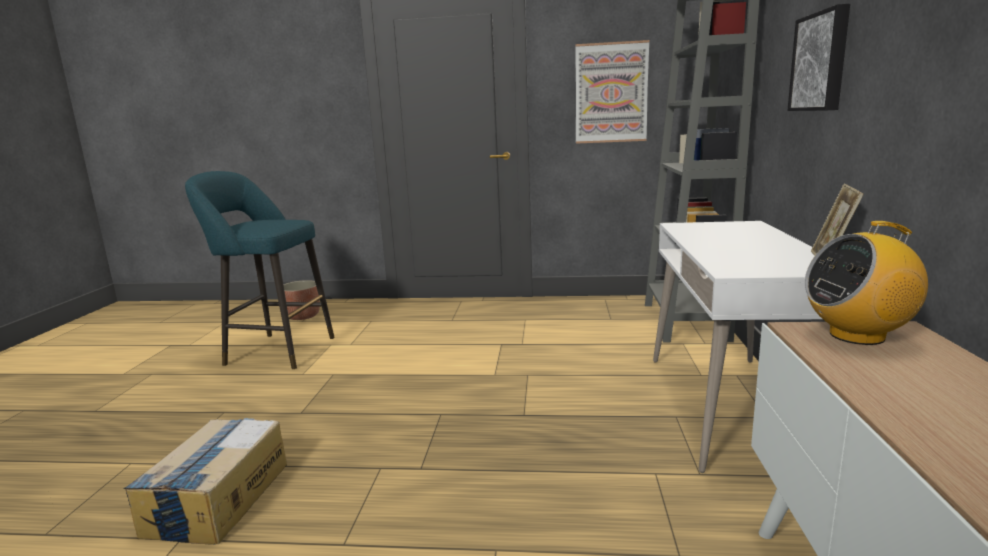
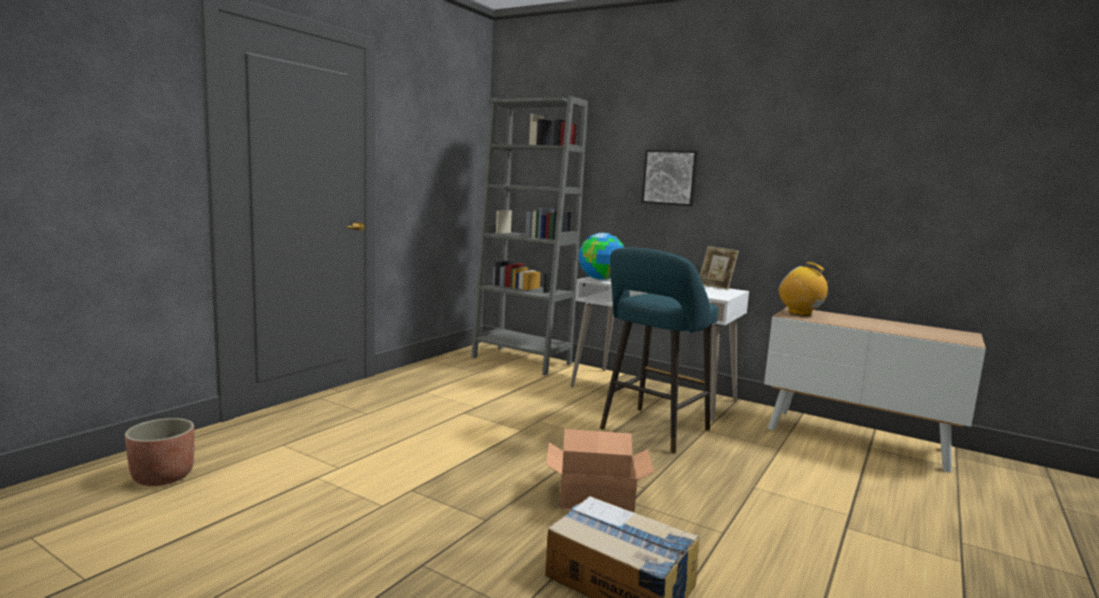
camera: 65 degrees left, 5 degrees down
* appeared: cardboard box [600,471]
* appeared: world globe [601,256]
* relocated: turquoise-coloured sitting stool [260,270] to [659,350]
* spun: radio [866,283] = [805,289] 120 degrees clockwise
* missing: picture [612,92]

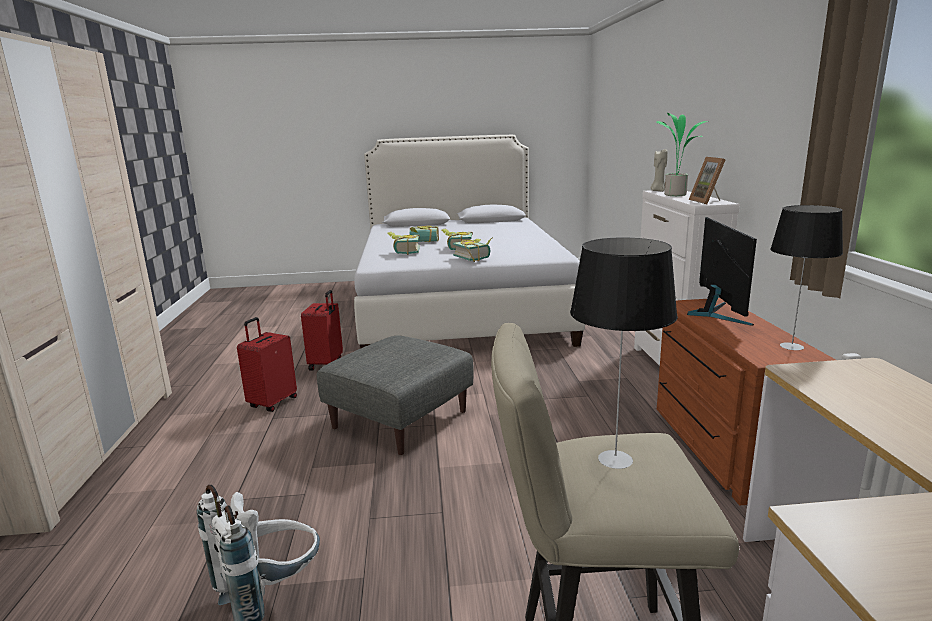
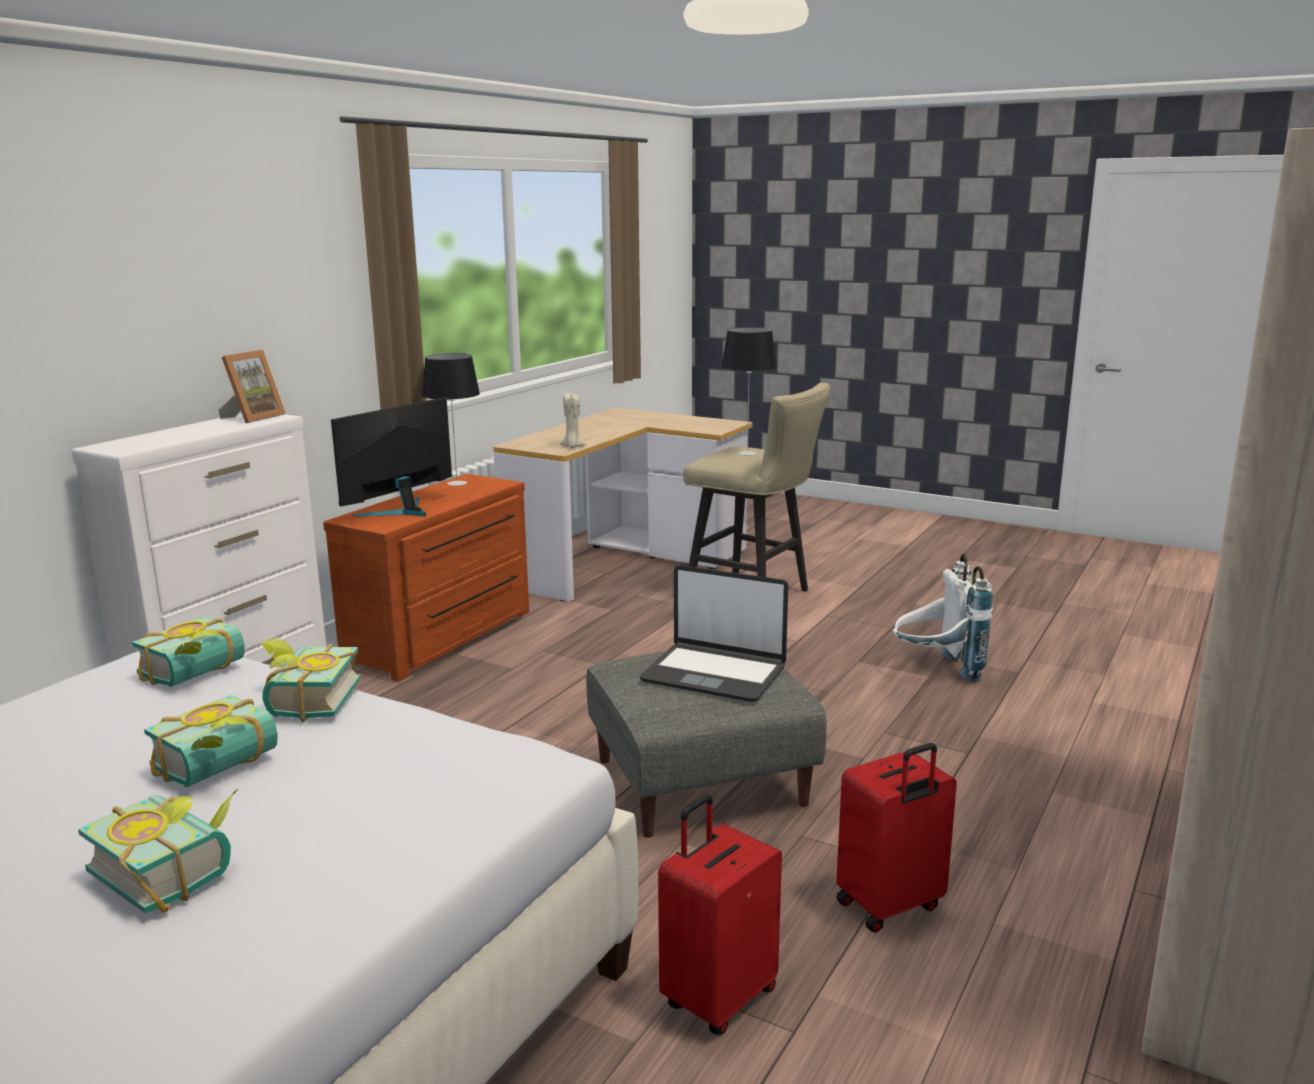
camera: 145 degrees left, 0 degrees up
* relocated: volume [403,243] to [188,652]
* relocated: sand-coloured candle [659,170] to [573,420]
* appeared: notebook computer [714,633]
* missing: houseplant [682,154]

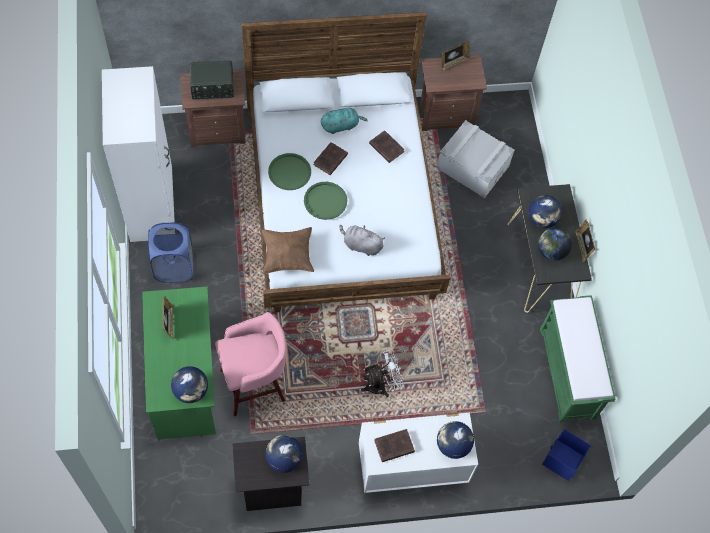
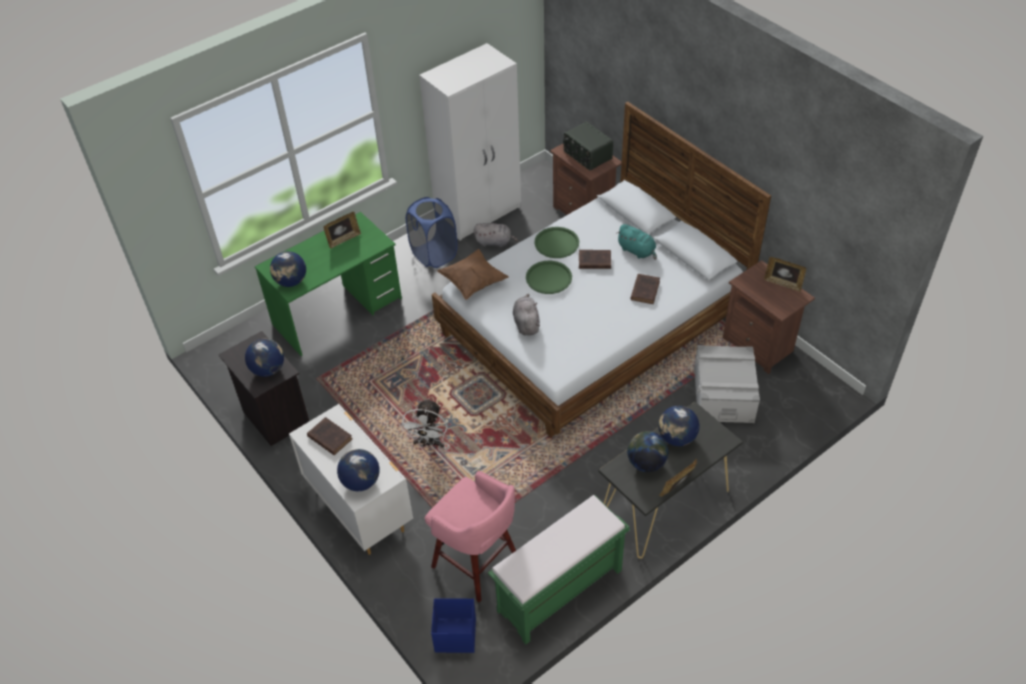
camera: 65 degrees right, 15 degrees down
* spun: whitish electric fan [382,373] = [424,422] 60 degrees clockwise
* relocated: pink sitting stool [250,364] to [470,536]
* appeared: grey plush toy [496,235]

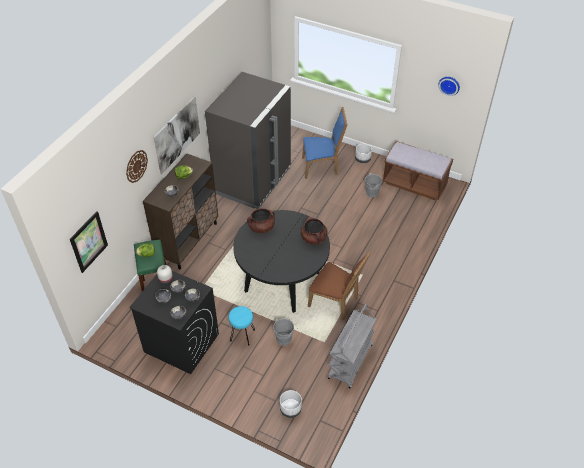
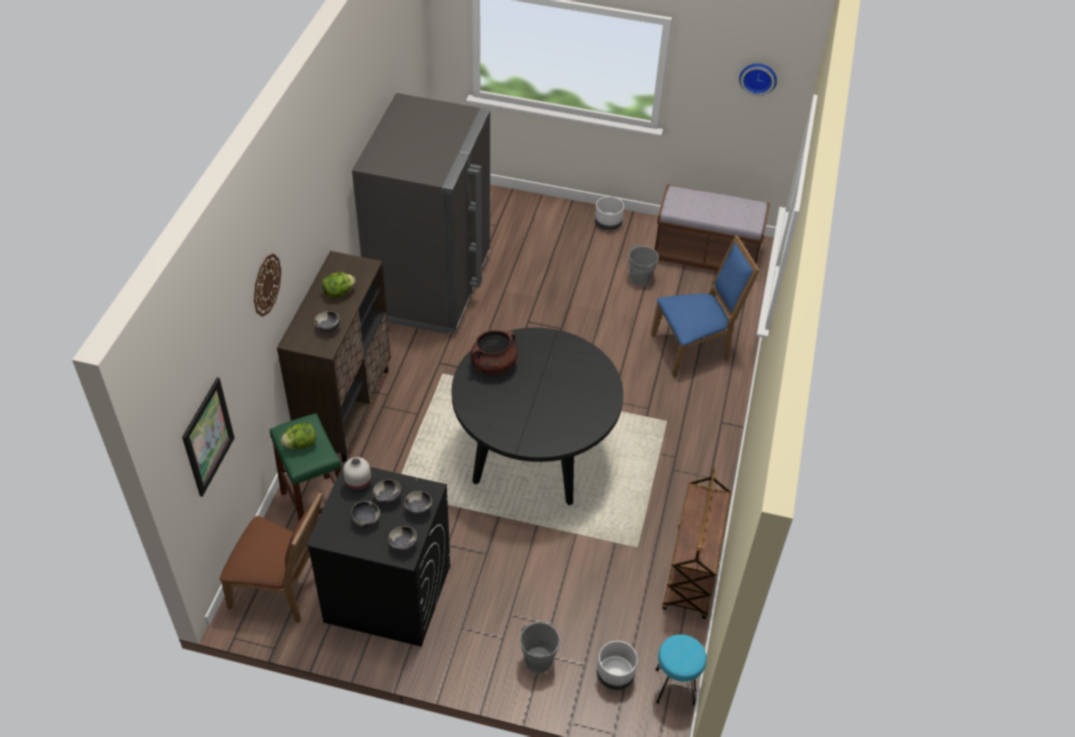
camera: 15 degrees left, 0 degrees up
* relocated: brown-coloured chair [339,286] to [271,557]
* relocated: grey water bucket [285,332] to [542,647]
* relocated: bluish chair [324,143] to [705,306]
* relocated: turquoise-coloured sitting stool [241,326] to [681,670]
* colour: grey wheeled cart [351,346] to brown-coloured wheeled cart [696,543]
* missing: picture [176,135]
* missing: brown-coloured cooking pot [314,231]

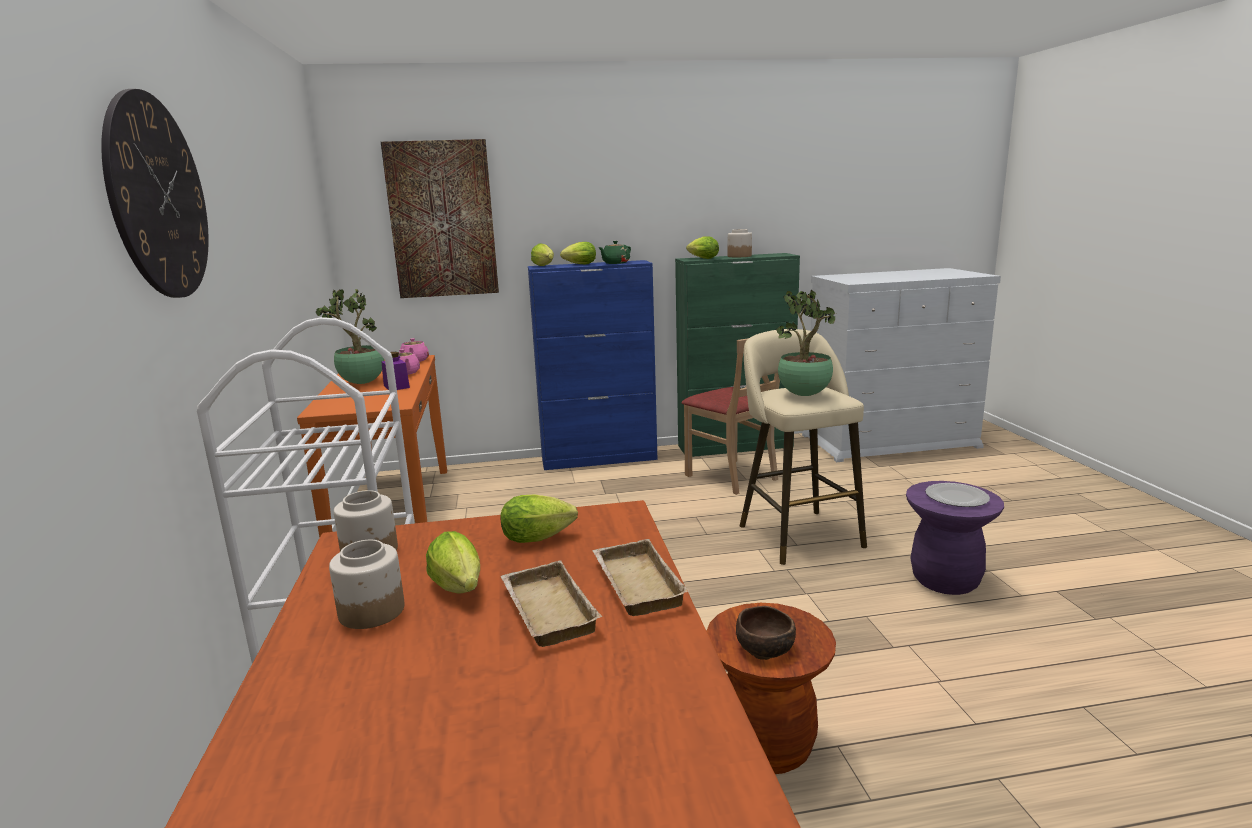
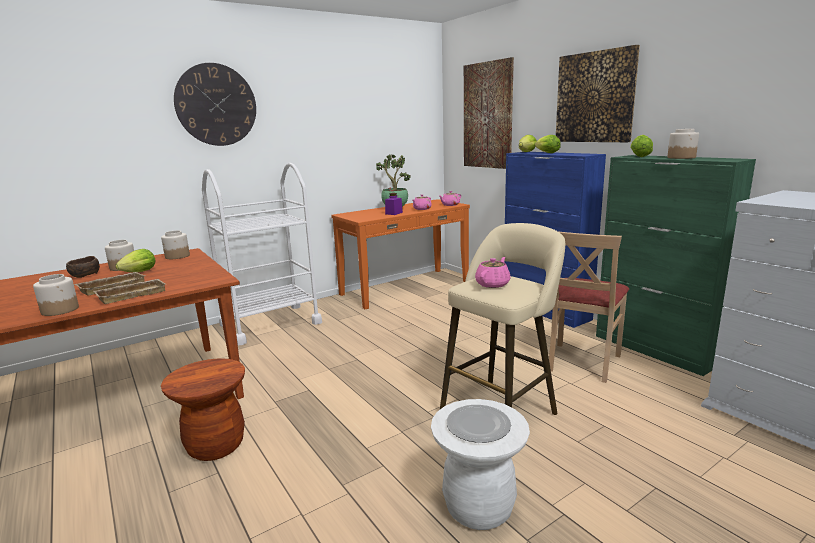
camera: 65 degrees right, 0 degrees up
* appeared: storage jar [56,295]
* relocated: brown-coloured deep dish [766,633] to [83,267]
* colour: purplish sitting stool [955,538] to whitish sitting stool [480,464]
* exchanged: houseplant [805,343] to pink tea pot [493,272]
* appeared: picture [598,93]
* missing: lettuce [539,518]
* missing: green-coloured tea pot [614,252]

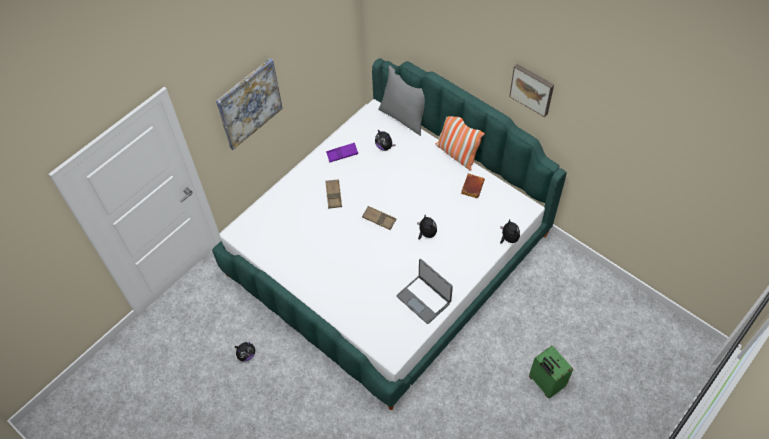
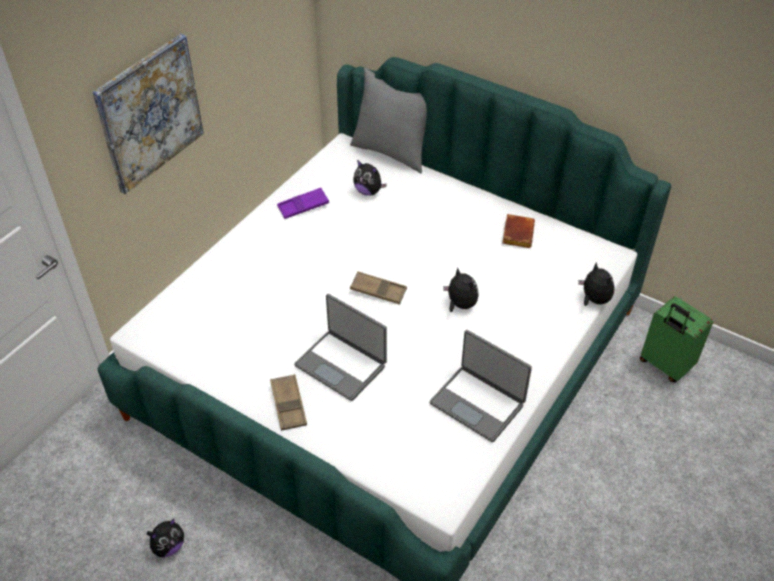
camera: 10 degrees left, 10 degrees down
* relocated: brown-coloured carrying tray [333,194] to [288,402]
* appeared: notebook computer [340,347]
* relocated: green-coloured piece of luggage [551,372] to [676,339]
* missing: throw pillow [460,143]
* missing: picture [531,90]

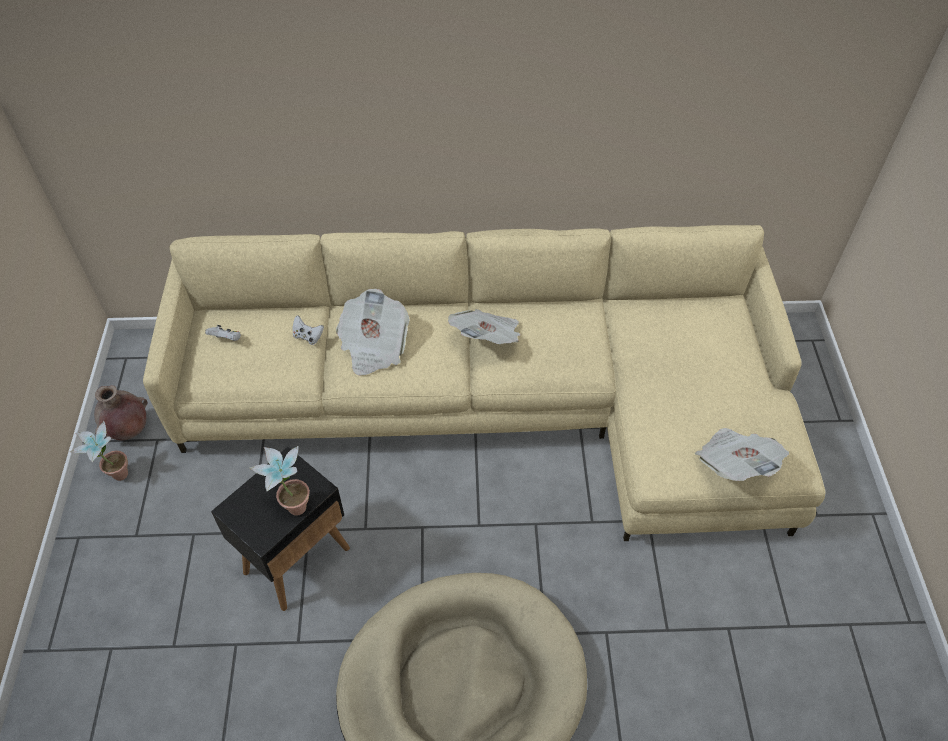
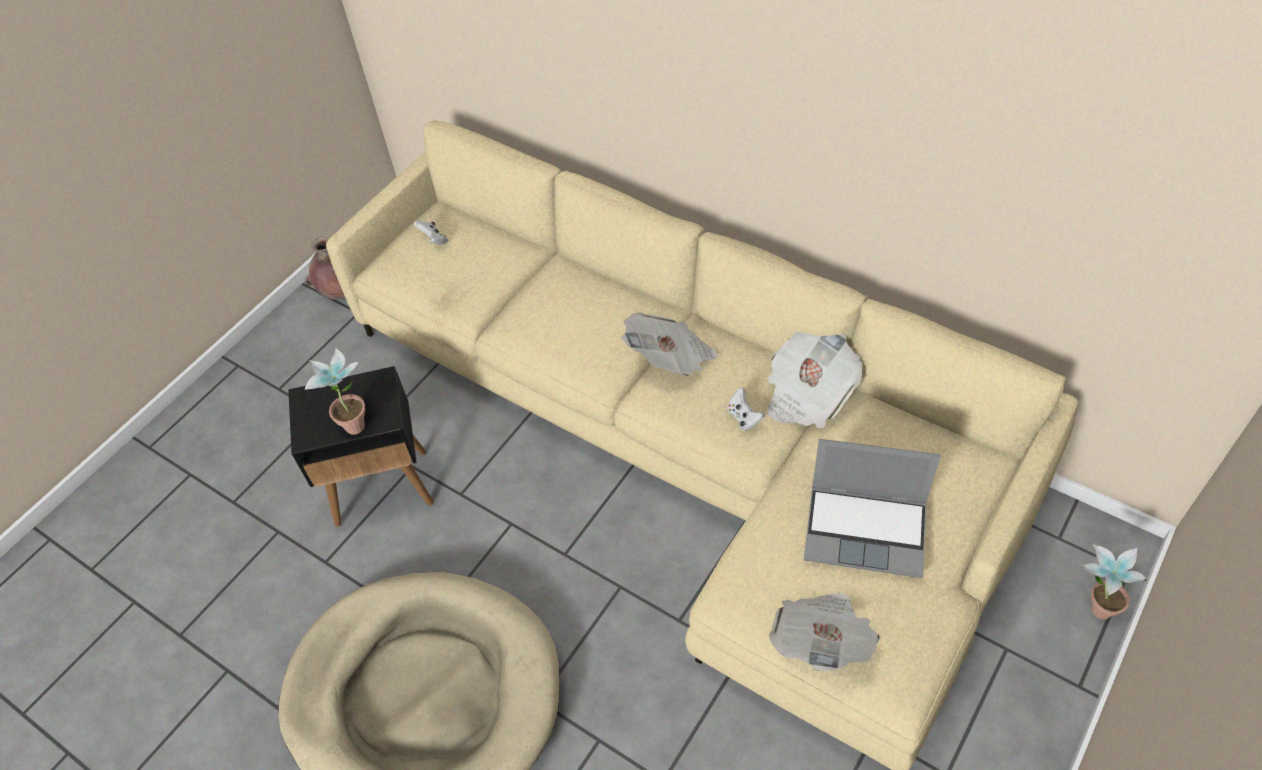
camera: 40 degrees right, 0 degrees up
* relocated: whitish joypad [308,330] to [746,409]
* relocated: printed paper [373,332] to [814,380]
* appeared: notebook computer [872,508]
* relocated: houseplant [99,451] to [1114,582]

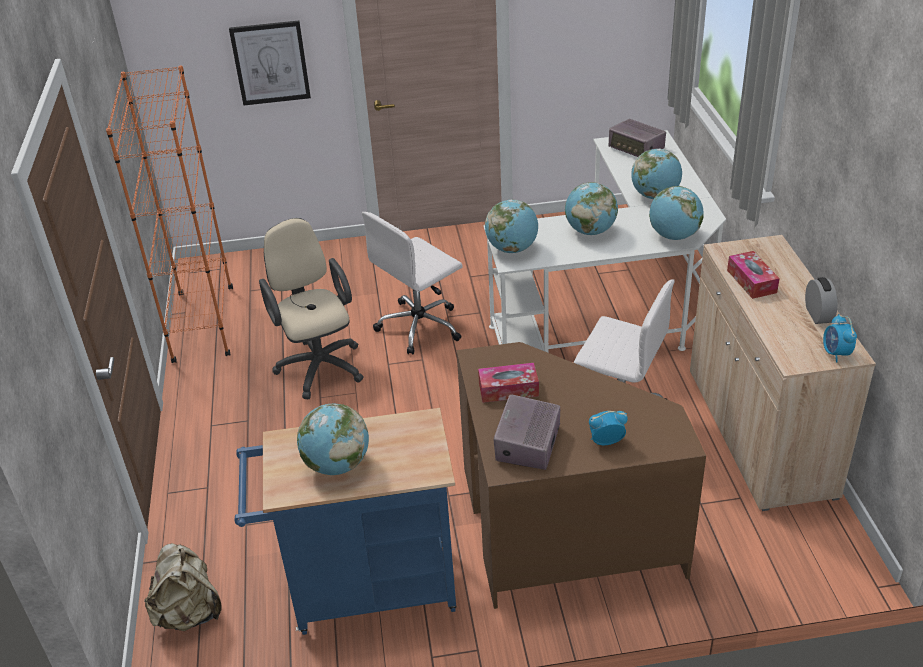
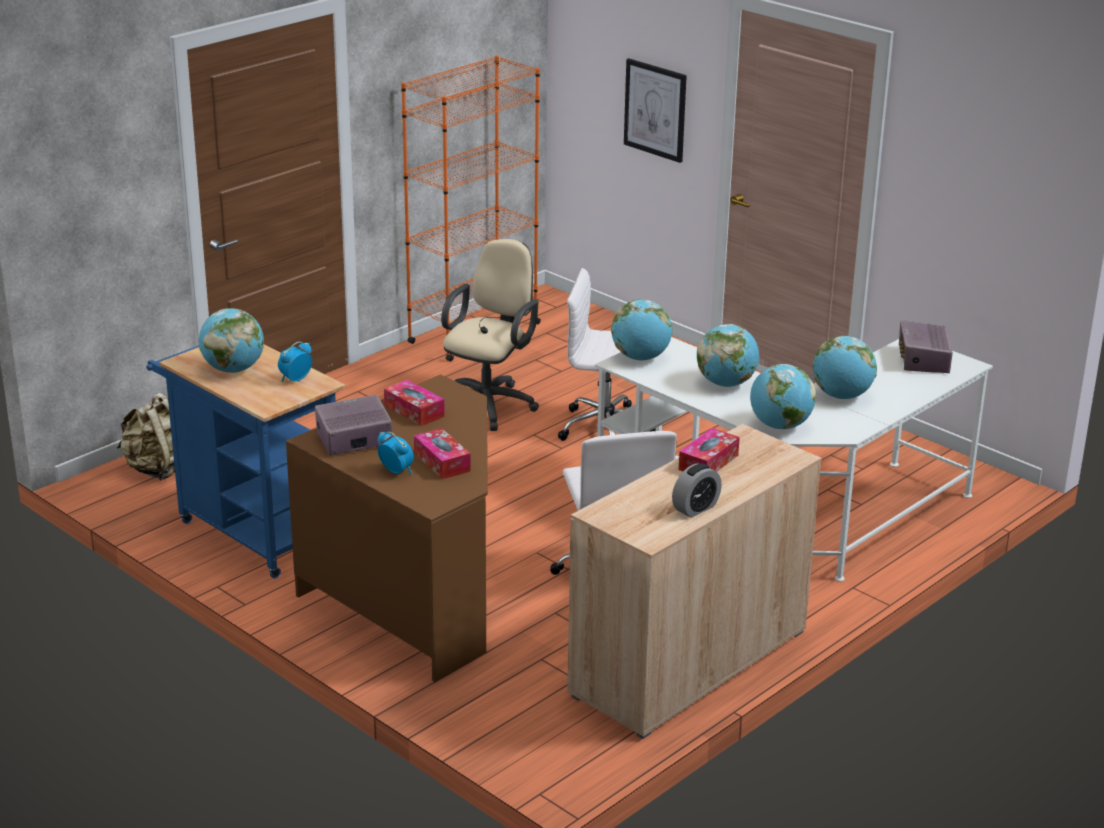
camera: 50 degrees right, 10 degrees down
* relocated: alarm clock [840,338] to [295,362]
* appeared: tissue box [442,453]

